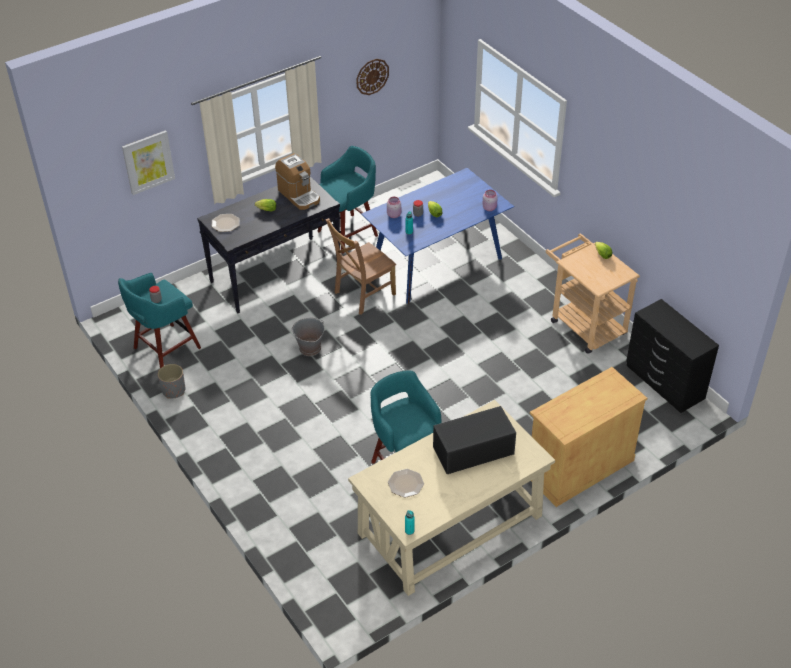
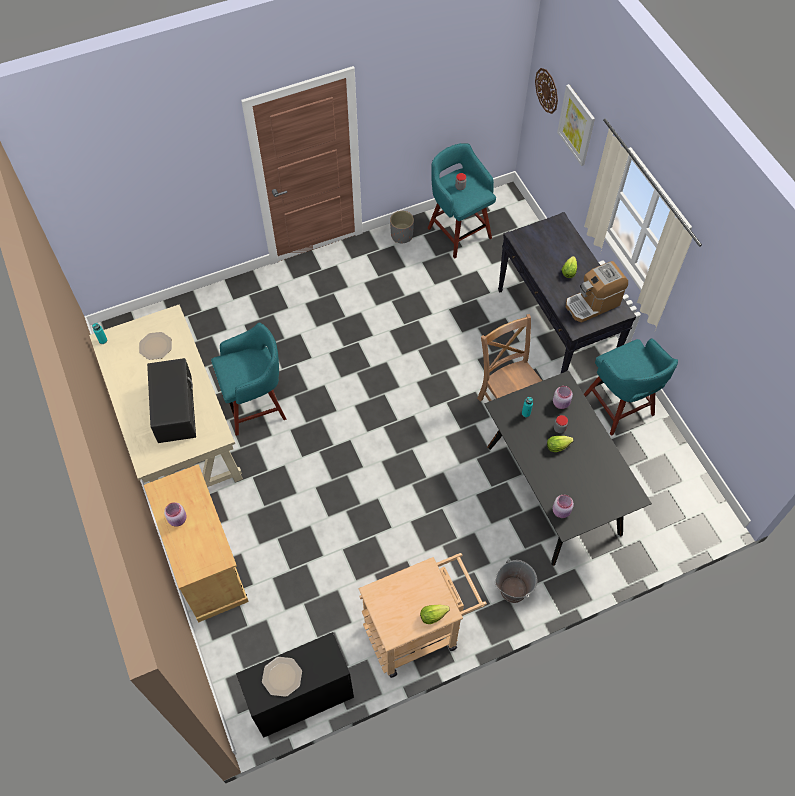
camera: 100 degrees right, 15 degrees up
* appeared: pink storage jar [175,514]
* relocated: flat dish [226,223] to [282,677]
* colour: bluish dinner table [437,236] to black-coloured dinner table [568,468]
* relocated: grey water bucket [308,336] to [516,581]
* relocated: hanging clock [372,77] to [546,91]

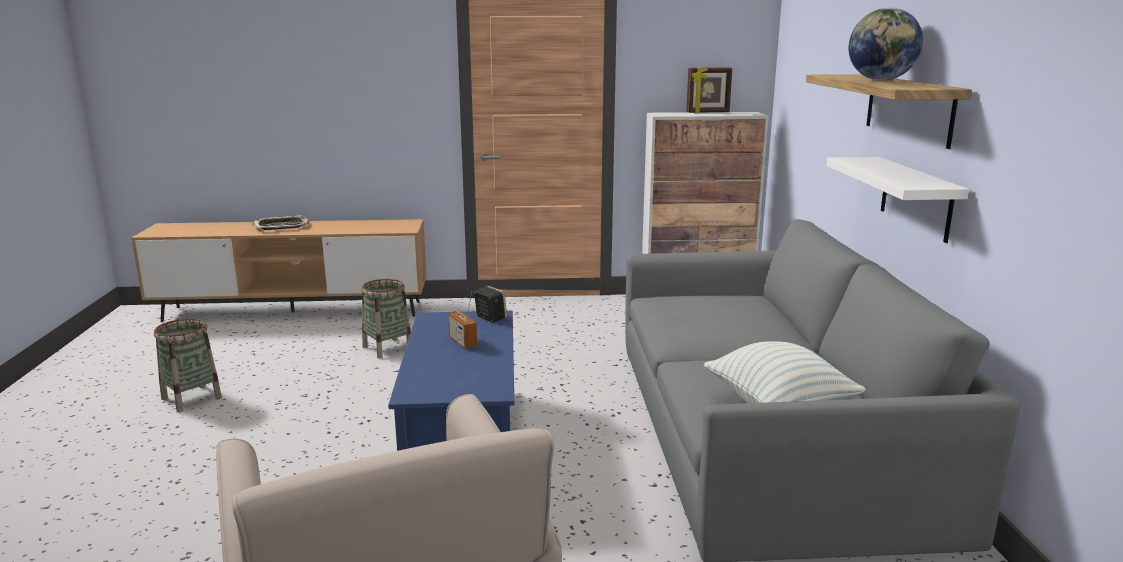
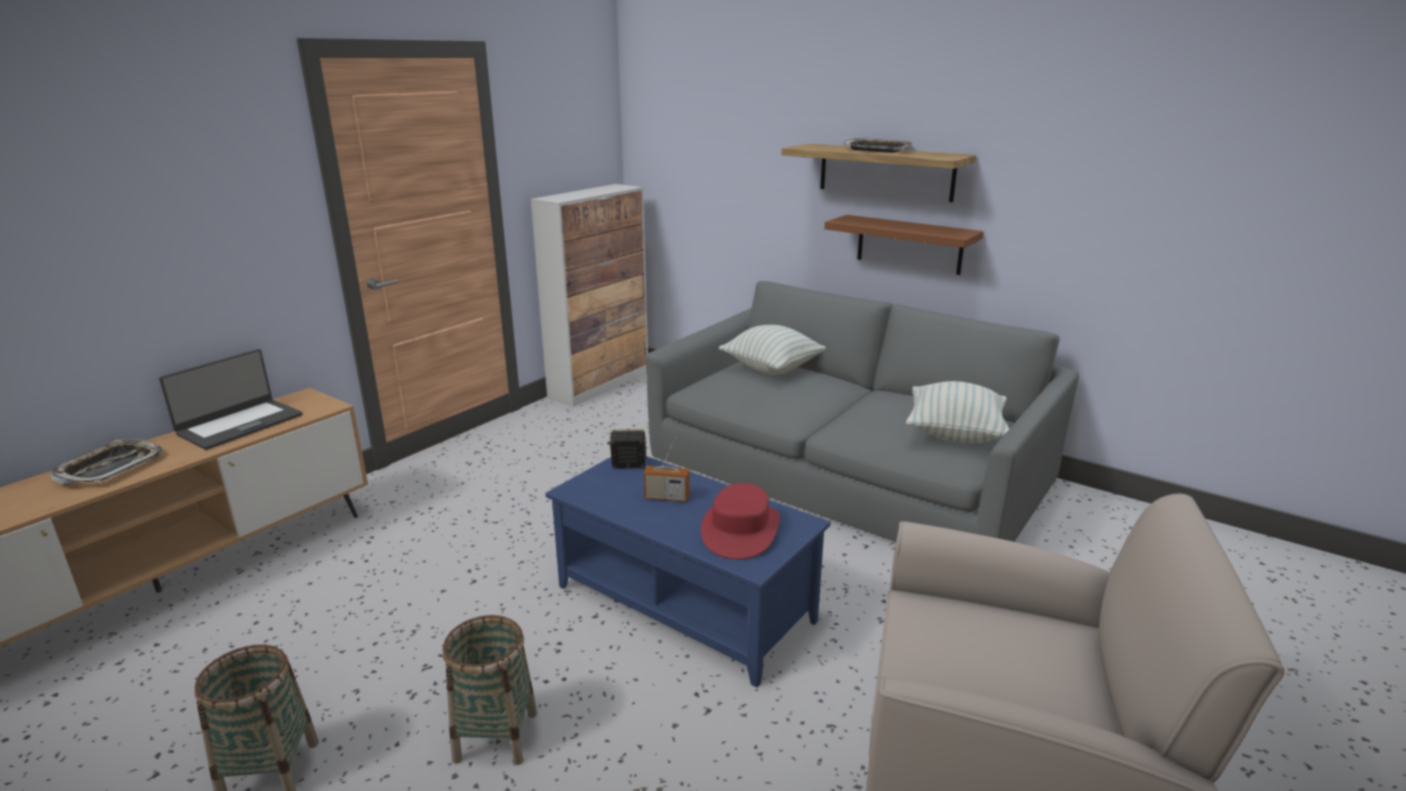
camera: 50 degrees left, 5 degrees up
* appeared: notebook computer [231,399]
* relocated: basket [386,318] to [489,690]
* appeared: red-coloured hat [740,521]
* appeared: throw pillow [772,350]
* colour: whitish shelf [897,200] to brown-coloured shelf [903,245]
* exchanged: world globe [886,44] to carrying tray [878,145]
* missing: picture frame [709,89]

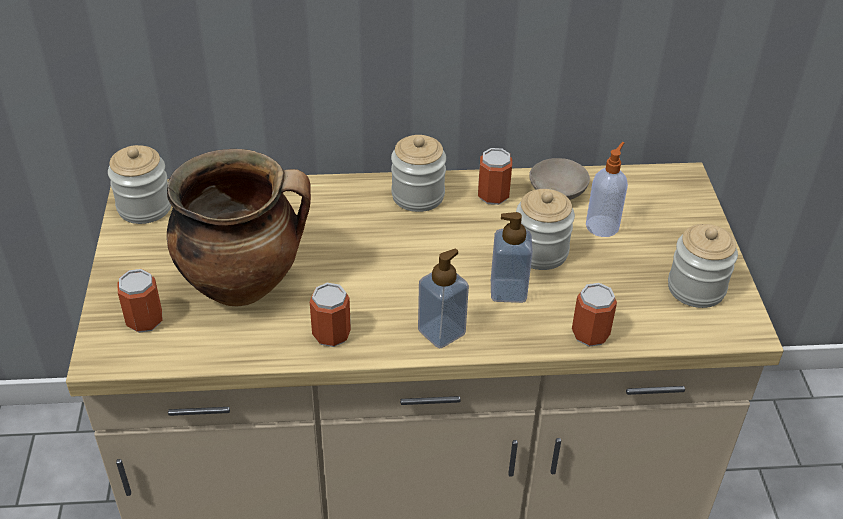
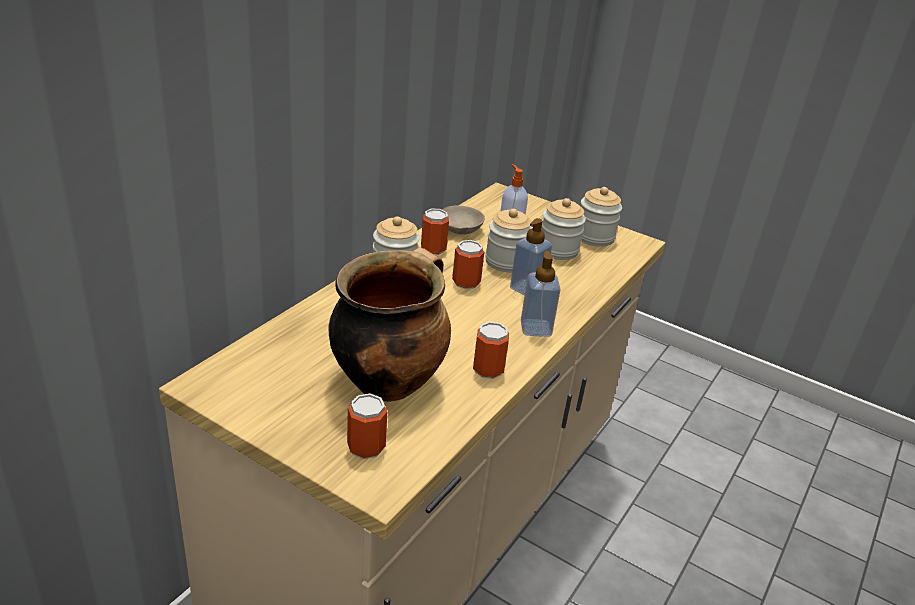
camera: 55 degrees left, 10 degrees down
* relocated: can [594,315] to [468,264]
* relocated: storage jar [139,184] to [563,229]

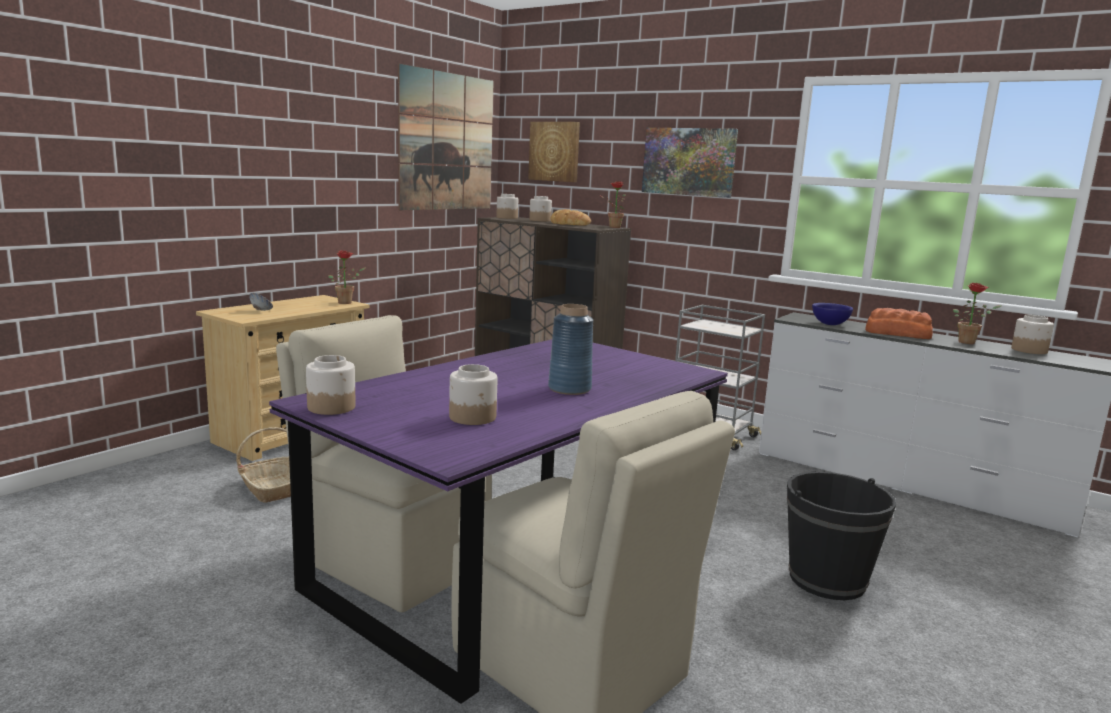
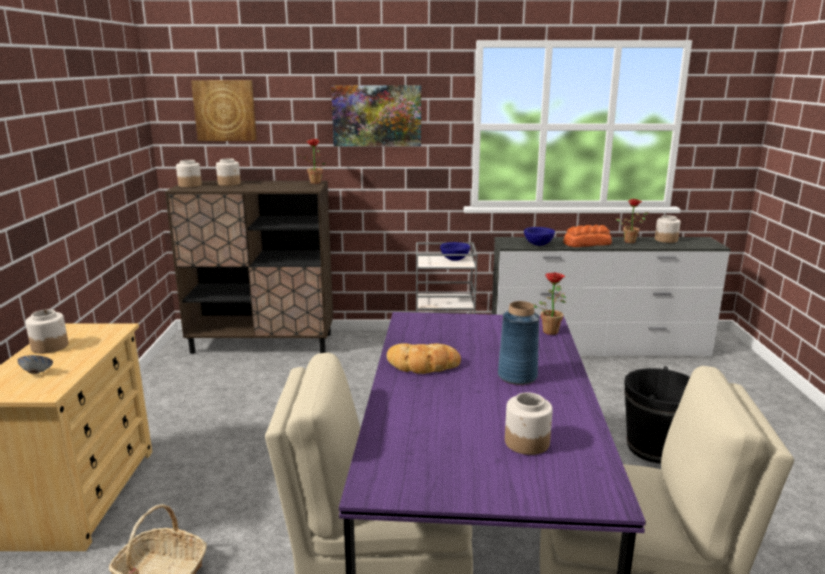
camera: 35 degrees left, 5 degrees up
* relocated: storage jar [330,385] to [46,331]
* relocated: bread [570,217] to [424,358]
* appeared: bluish deep dish [455,251]
* relocated: houseplant [347,277] to [549,304]
* missing: picture [446,137]

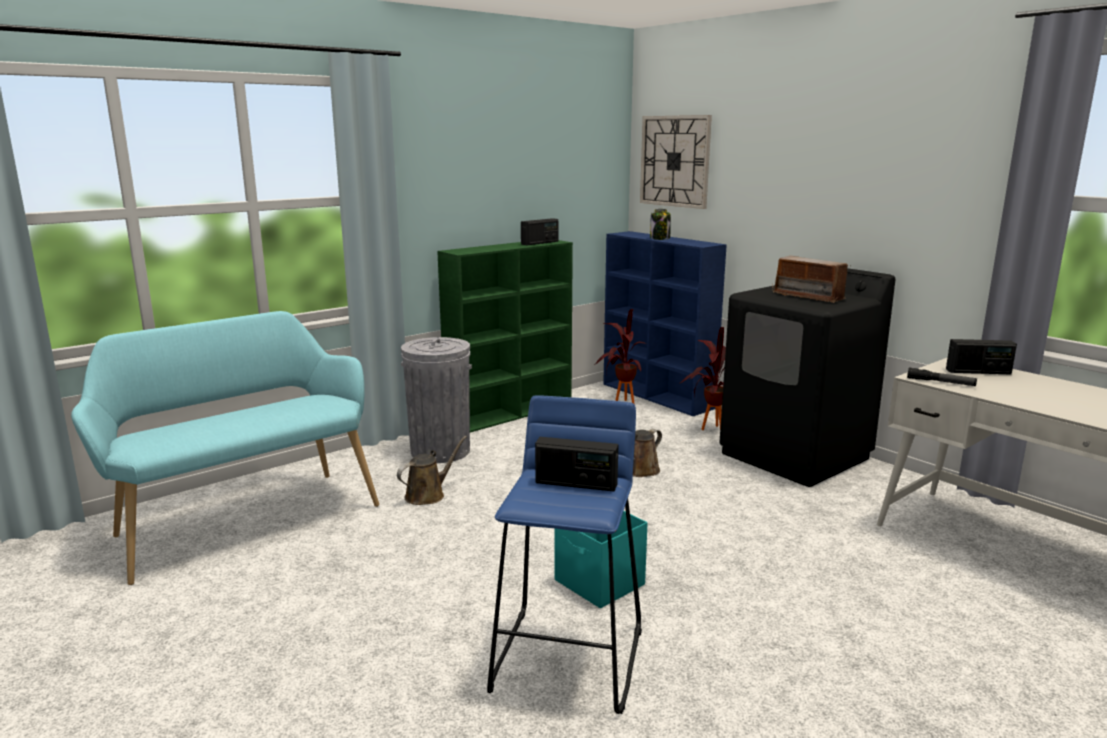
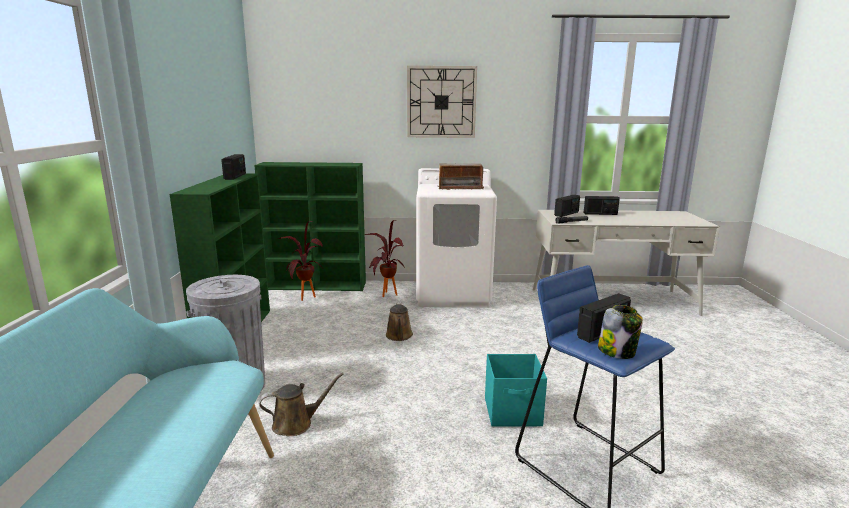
camera: 50 degrees left, 0 degrees up
* colour: bluish bookshelf [665,323] to green-coloured bookshelf [310,226]
* spun: brown-coloured watering pot [432,470] = [301,404] 75 degrees clockwise
* relocated: hanging clock [676,162] to [442,102]
* colour: black-coloured washing machine [807,377] to whitish washing machine [456,238]
* appeared: radio [602,205]
* relocated: storage jar [660,224] to [620,332]

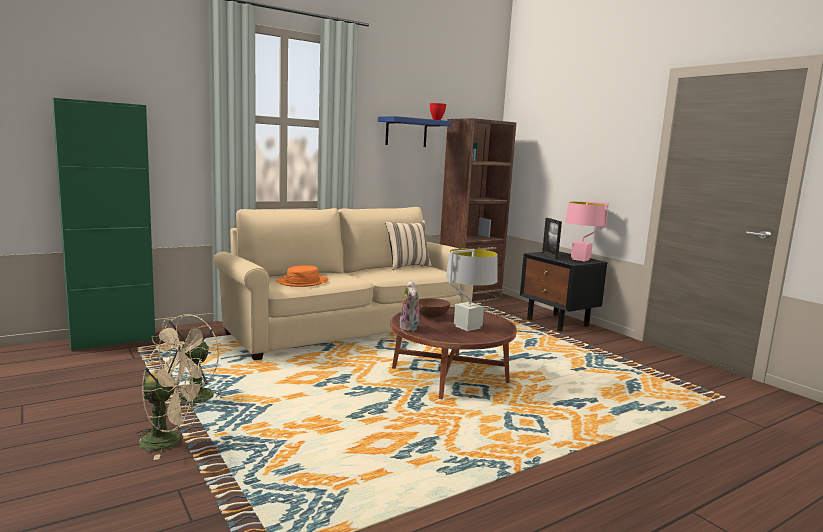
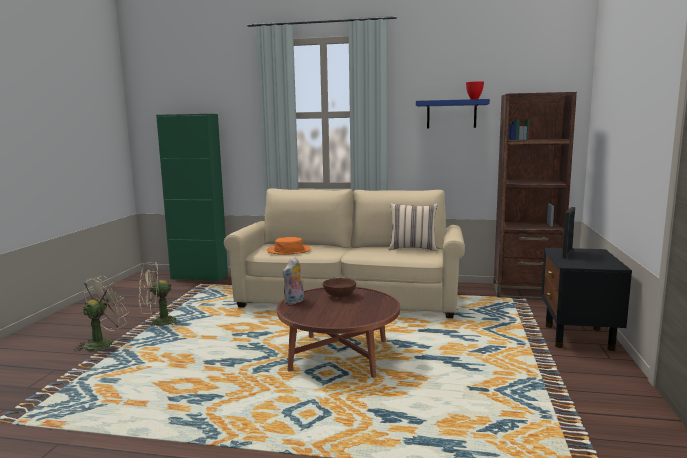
camera: 45 degrees right, 0 degrees up
* spun: sand-coloured electric fan [171,401] = [101,313] 105 degrees counterclockwise
* missing: grey lamp for a table [471,289]
* missing: pink lamp for a table [587,231]

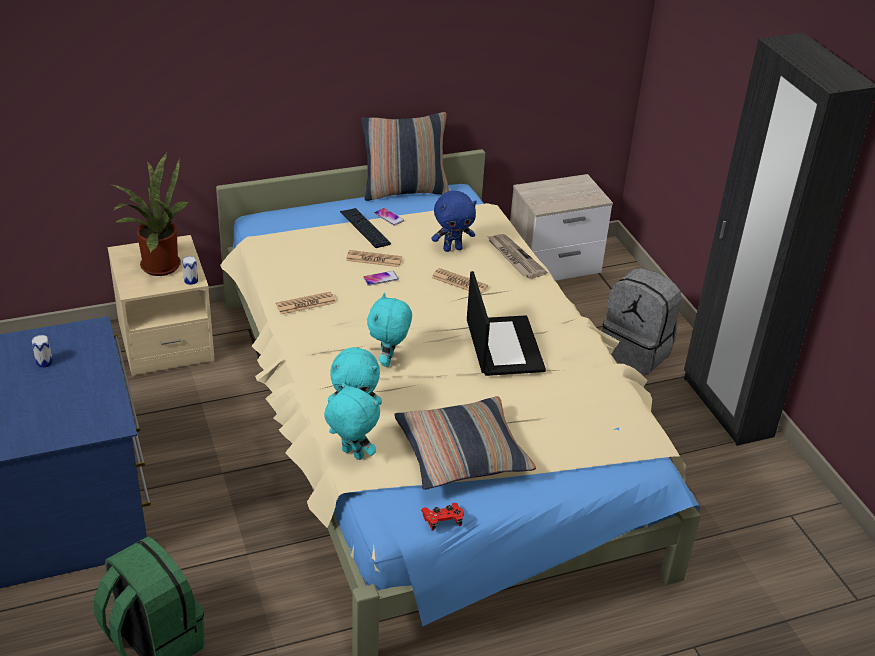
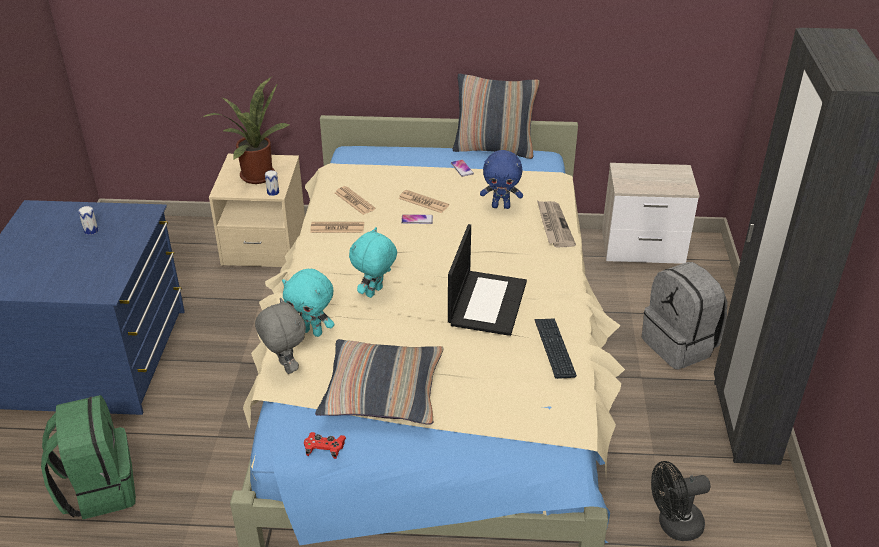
camera: 25 degrees right, 0 degrees up
* colour: turquoise-coloured plush toy [352,421] to grey plush toy [280,335]
* relocated: printed paper [460,281] to [355,200]
* relocated: PC keyboard [365,228] to [555,348]
* appeared: black-coloured electric fan [681,501]

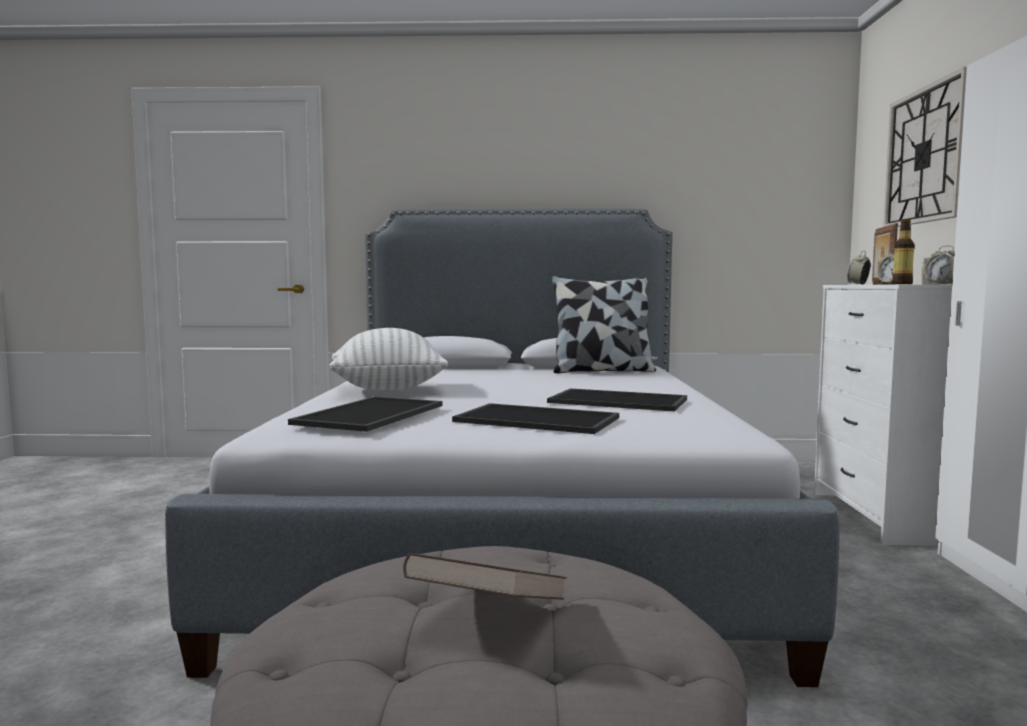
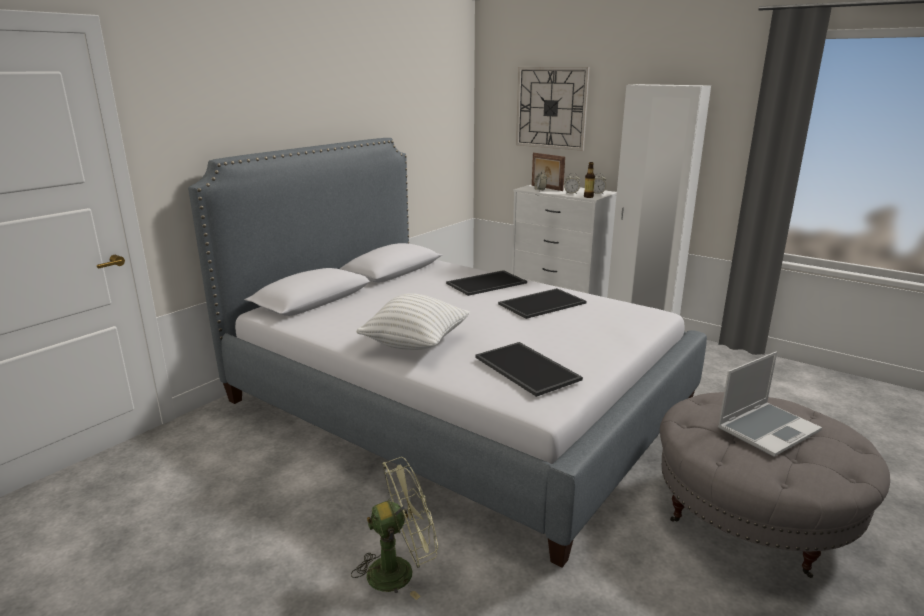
camera: 55 degrees left, 15 degrees up
* appeared: green-coloured electric fan [394,528]
* relocated: carrying tray [535,418] to [486,283]
* exchanged: brown-coloured volume [485,576] to notebook computer [770,404]
* missing: throw pillow [603,324]

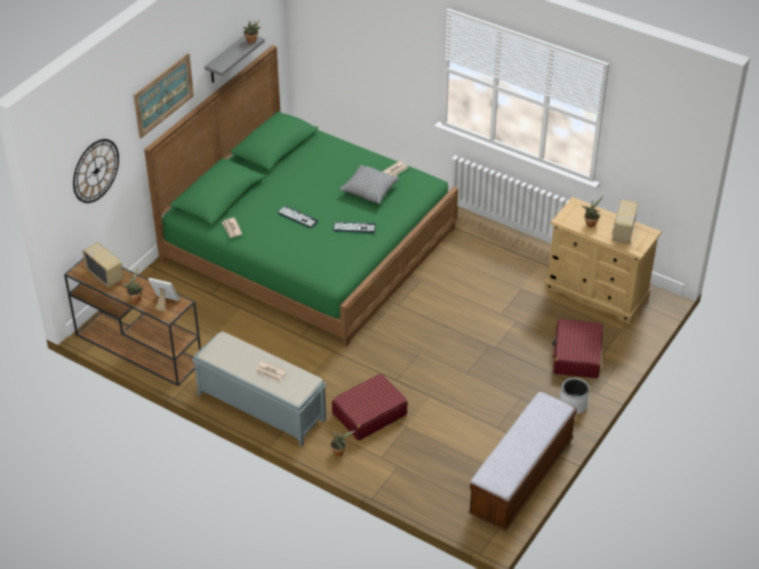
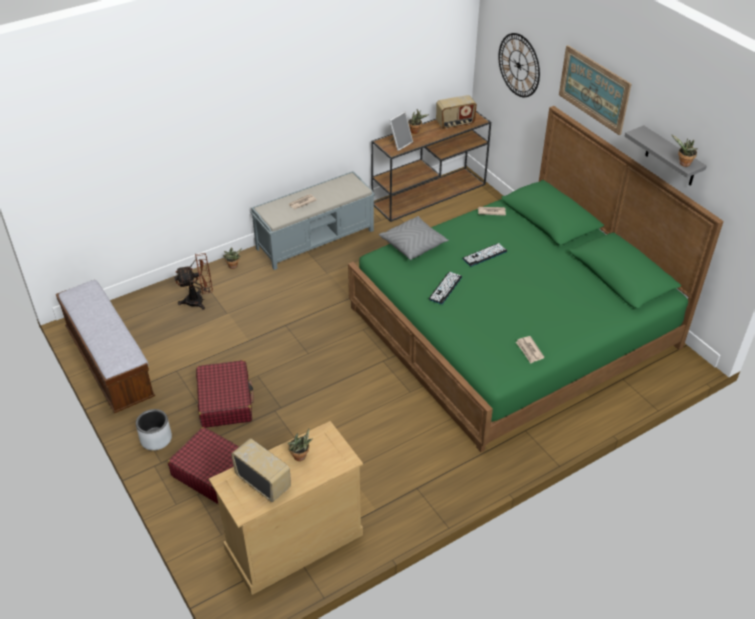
camera: 115 degrees right, 0 degrees up
* appeared: brown-coloured electric fan [193,281]
* relocated: red-coloured piece of luggage [370,407] to [225,394]
* relocated: grey throw pillow [369,184] to [414,238]

